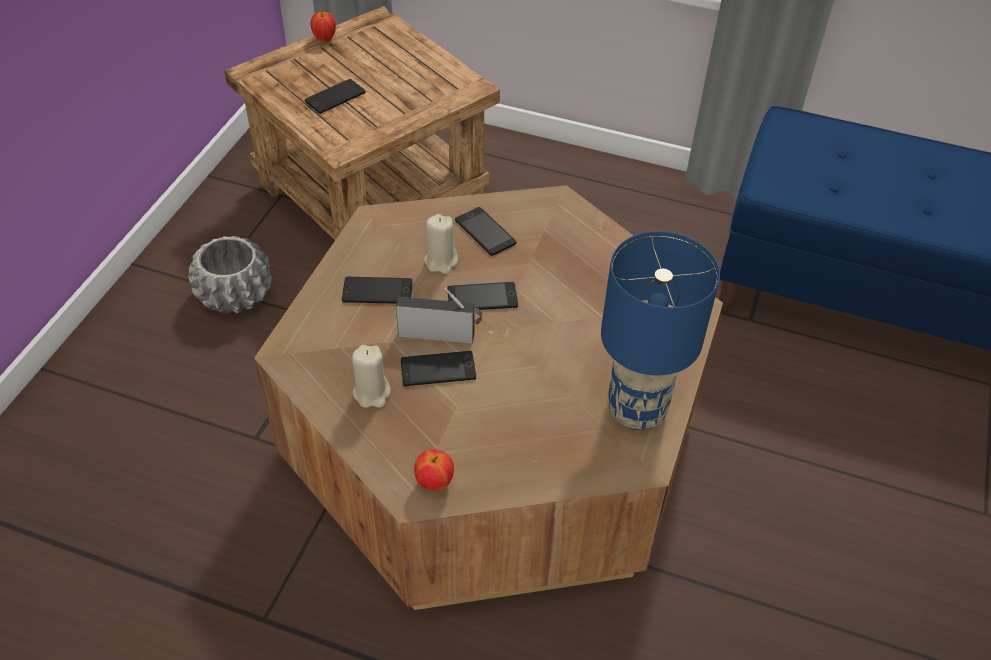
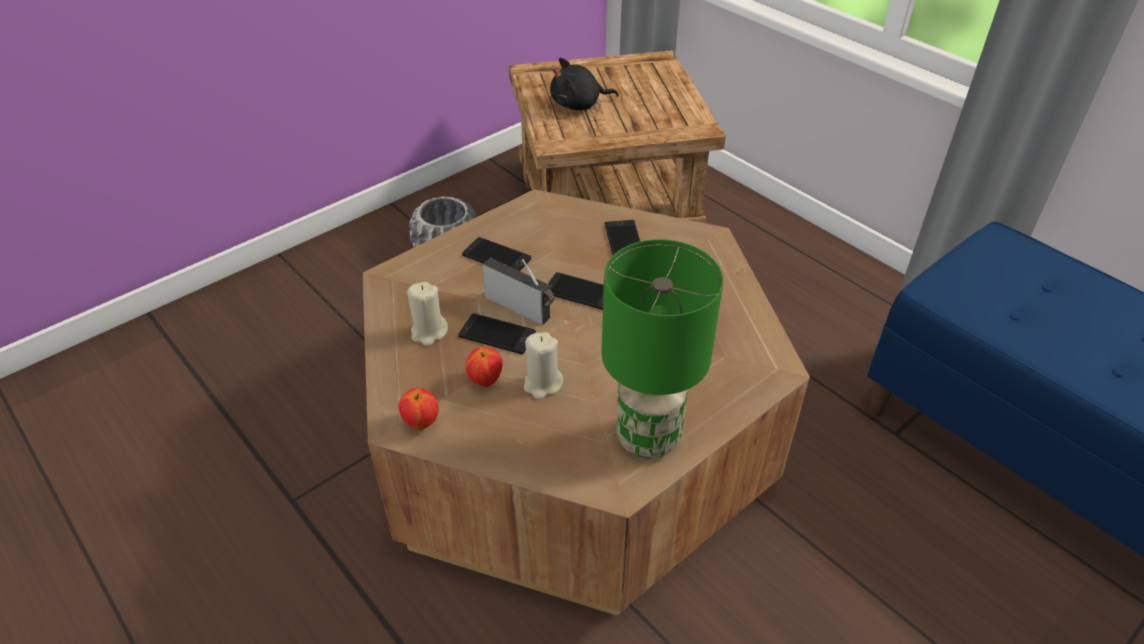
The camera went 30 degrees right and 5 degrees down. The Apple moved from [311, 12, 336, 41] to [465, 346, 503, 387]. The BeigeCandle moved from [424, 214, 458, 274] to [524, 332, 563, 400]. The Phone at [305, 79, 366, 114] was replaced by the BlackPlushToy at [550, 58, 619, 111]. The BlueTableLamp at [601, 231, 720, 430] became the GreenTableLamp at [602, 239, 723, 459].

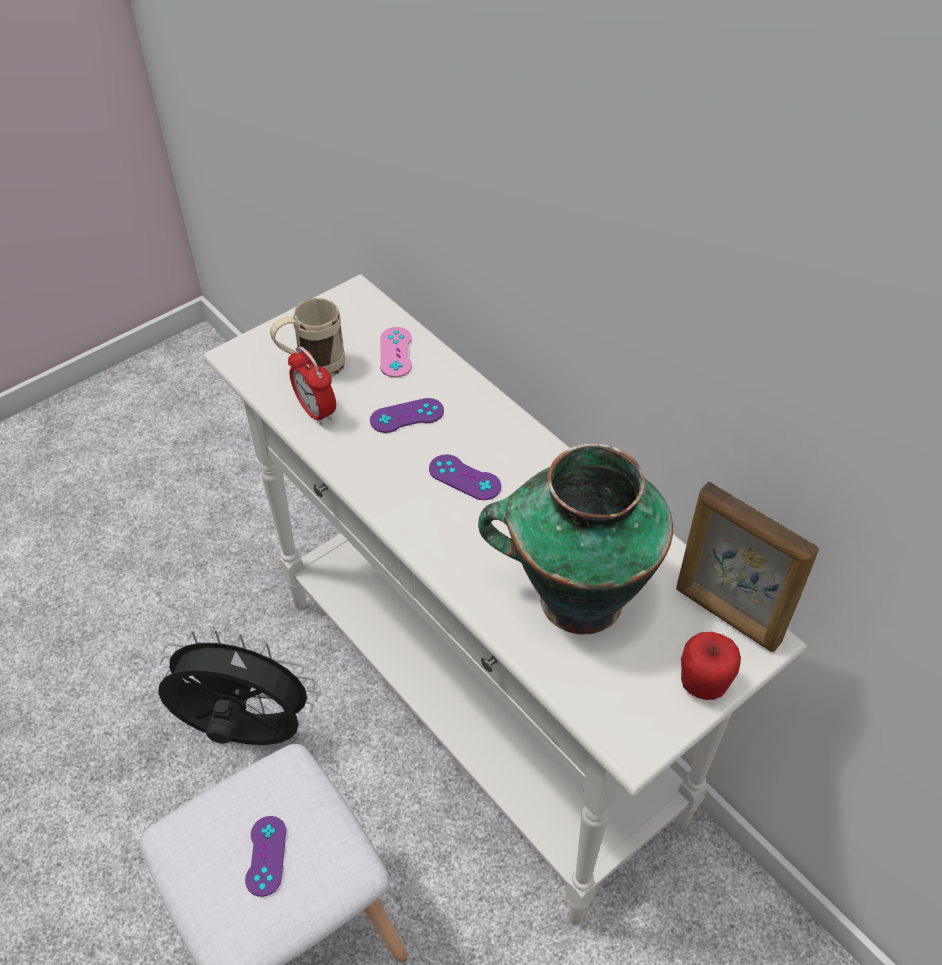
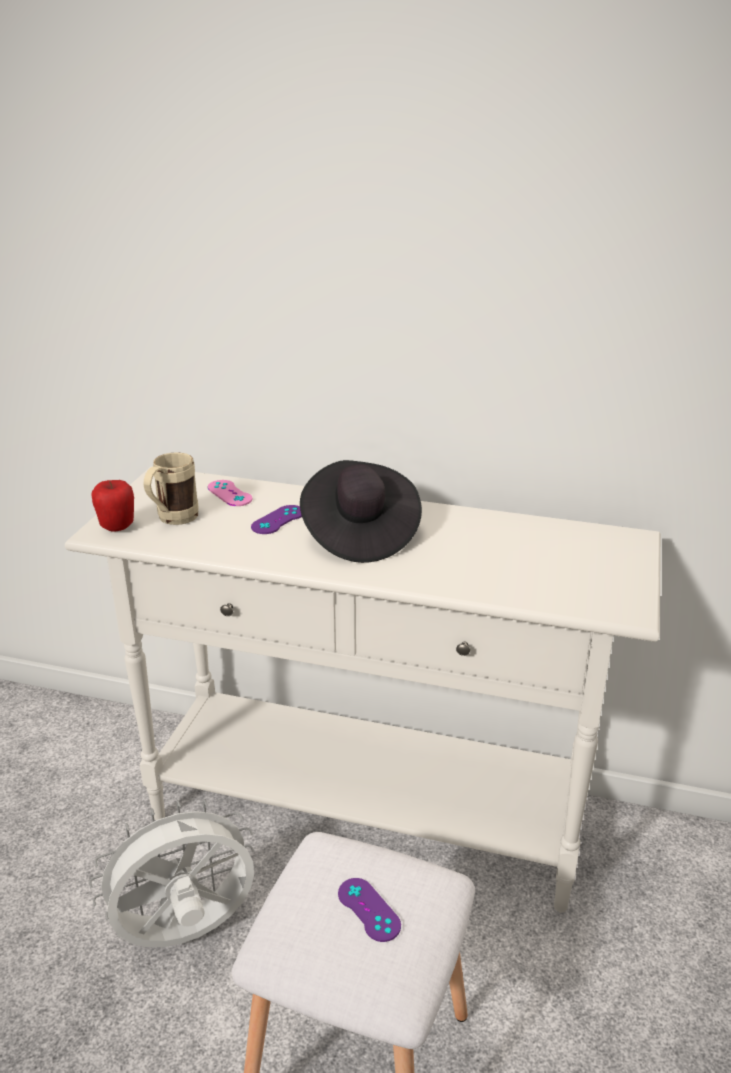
The camera went 35 degrees left and 20 degrees down. The AlarmClock at [288, 346, 336, 425] disappeared. The Vase at [478, 444, 673, 634] disappeared. The PictureFrame at [676, 482, 819, 652] disappeared. The Apple moved from [681, 632, 741, 700] to [92, 480, 134, 532]. The PurpleGameController at [429, 454, 501, 500] was replaced by the BlackHat at [300, 460, 422, 563]. The BlackFan at [158, 630, 318, 745] became the WhiteFan at [89, 799, 254, 947].

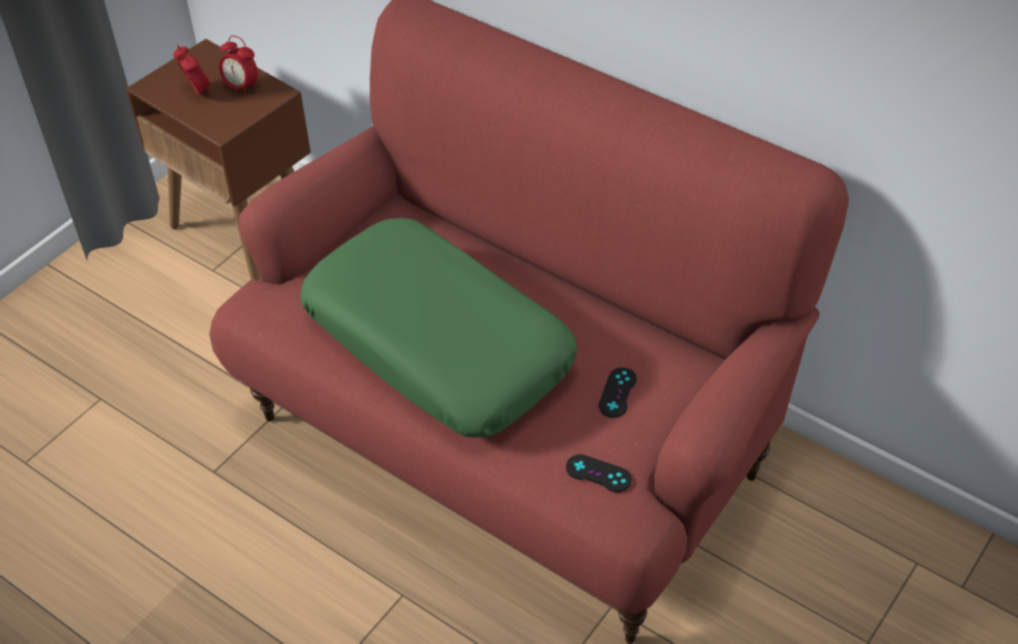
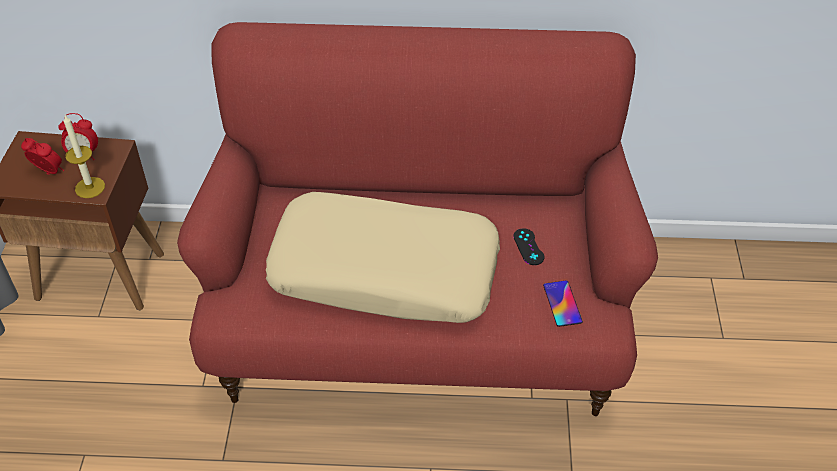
The camera went 35 degrees left and 0 degrees up. The Candle at [64, 115, 105, 198] appeared. The BlackGameController at [566, 454, 632, 492] was replaced by the Phone at [543, 280, 583, 327]. The GreenPillow at [300, 218, 577, 438] became the BeigePillow at [266, 192, 500, 323].

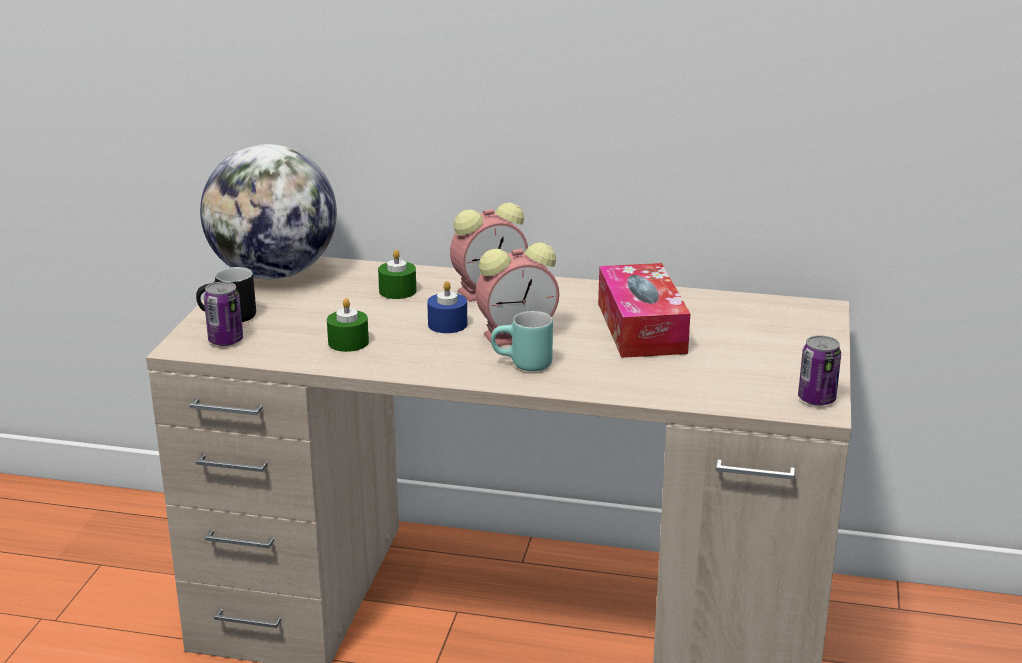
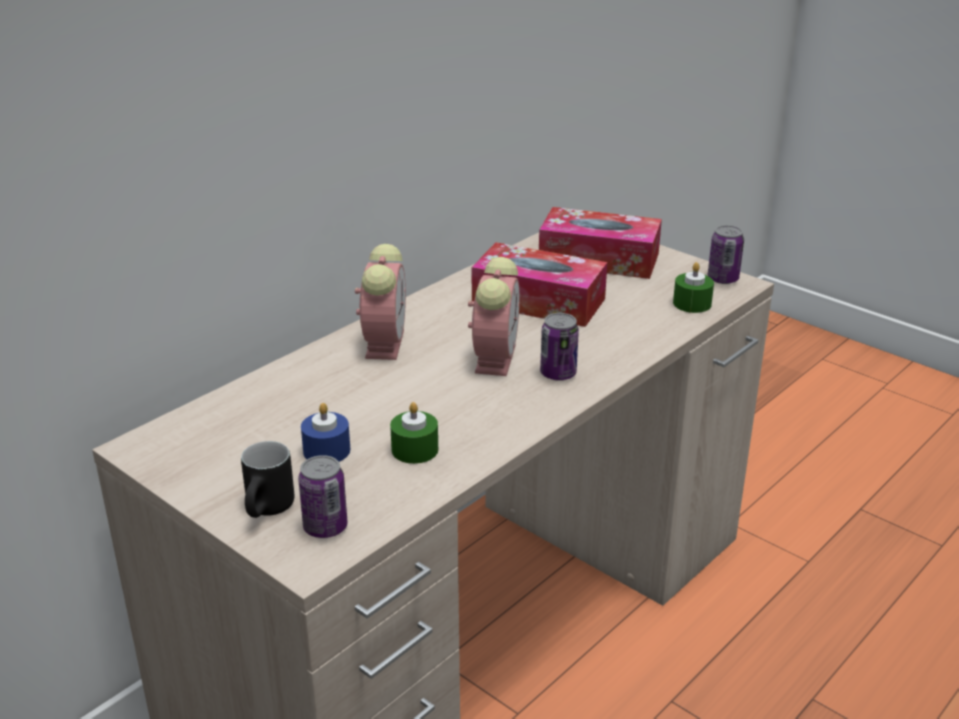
The camera went 60 degrees left and 5 degrees up. The Globe at [200, 144, 337, 279] disappeared. The TissueBox at [539, 207, 662, 279] appeared. The GreenCandle moved from [378, 249, 416, 299] to [673, 262, 714, 313]. The BlueCandle moved from [427, 281, 467, 333] to [301, 403, 350, 462]. The TurquoiseMug at [491, 311, 553, 371] was replaced by the Can at [540, 313, 579, 381].

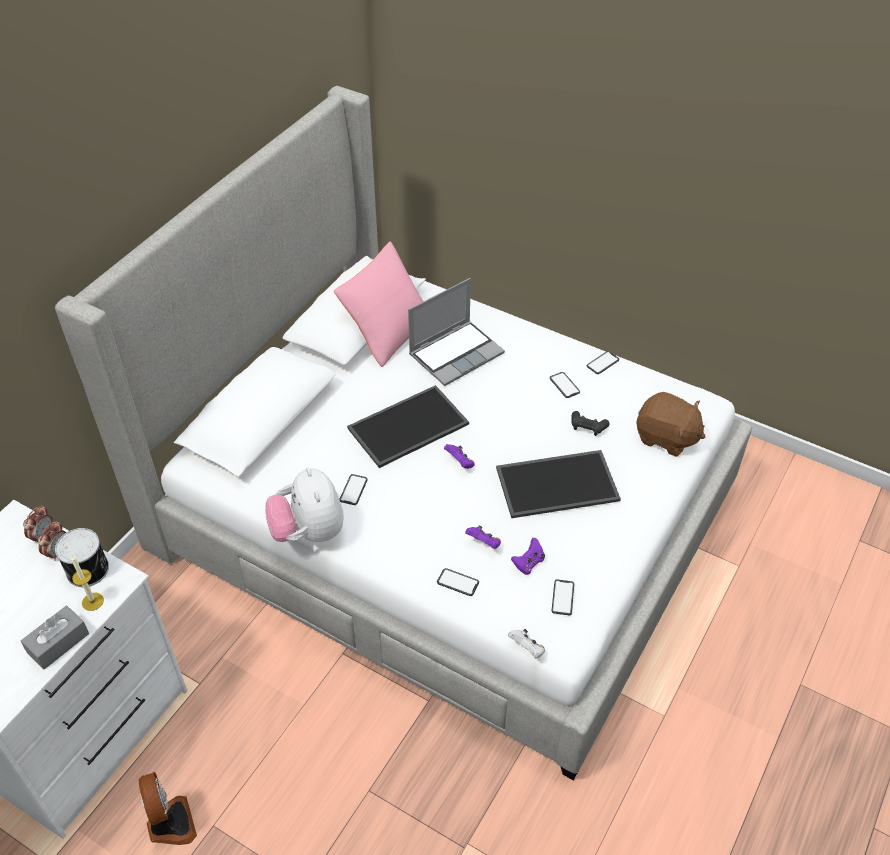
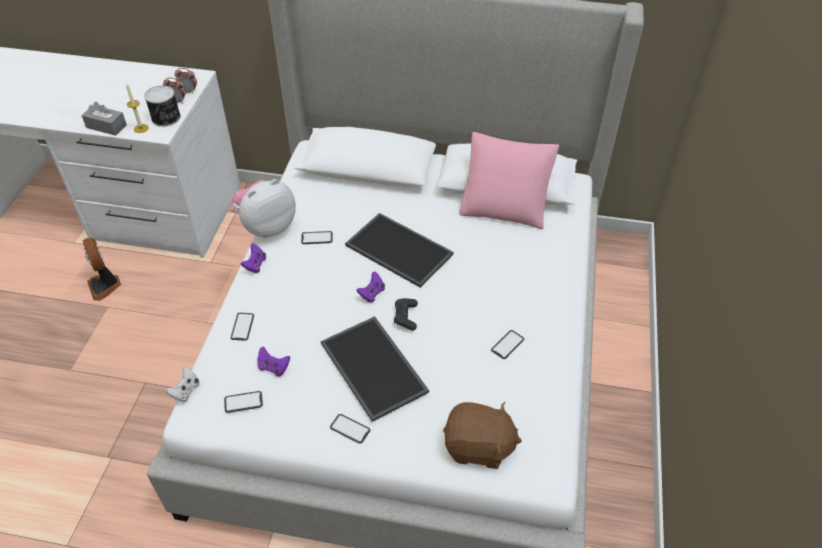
The camera went 70 degrees right and 0 degrees up. The Laptop at [408, 278, 505, 386] disappeared. The PurpleGameController moved from [465, 525, 501, 549] to [241, 244, 266, 273]. The BlackGameController moved from [571, 411, 609, 436] to [394, 298, 418, 331]. The Phone moved from [587, 351, 619, 374] to [330, 414, 370, 444]. The Fan at [139, 772, 197, 845] turned 105 degrees clockwise. The BrownPlushToy at [636, 392, 705, 457] turned 90 degrees counterclockwise.

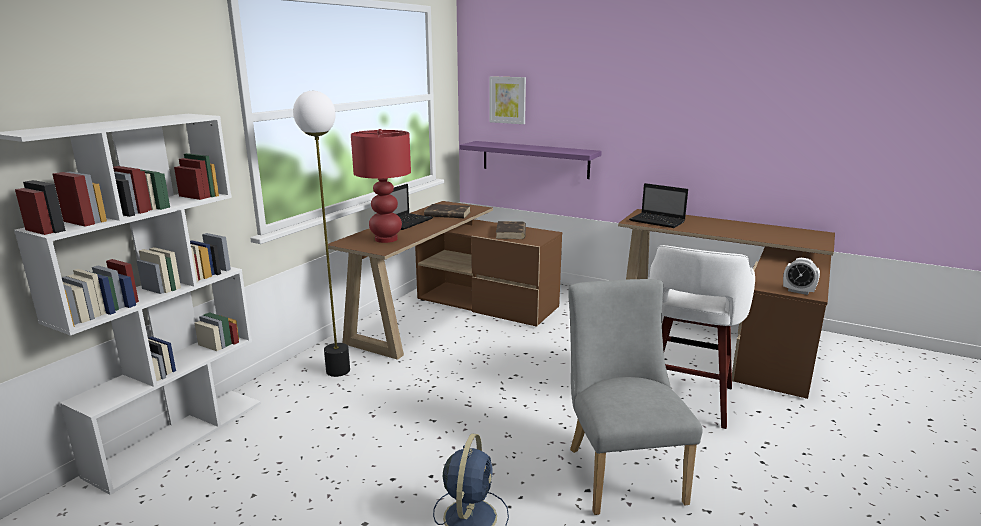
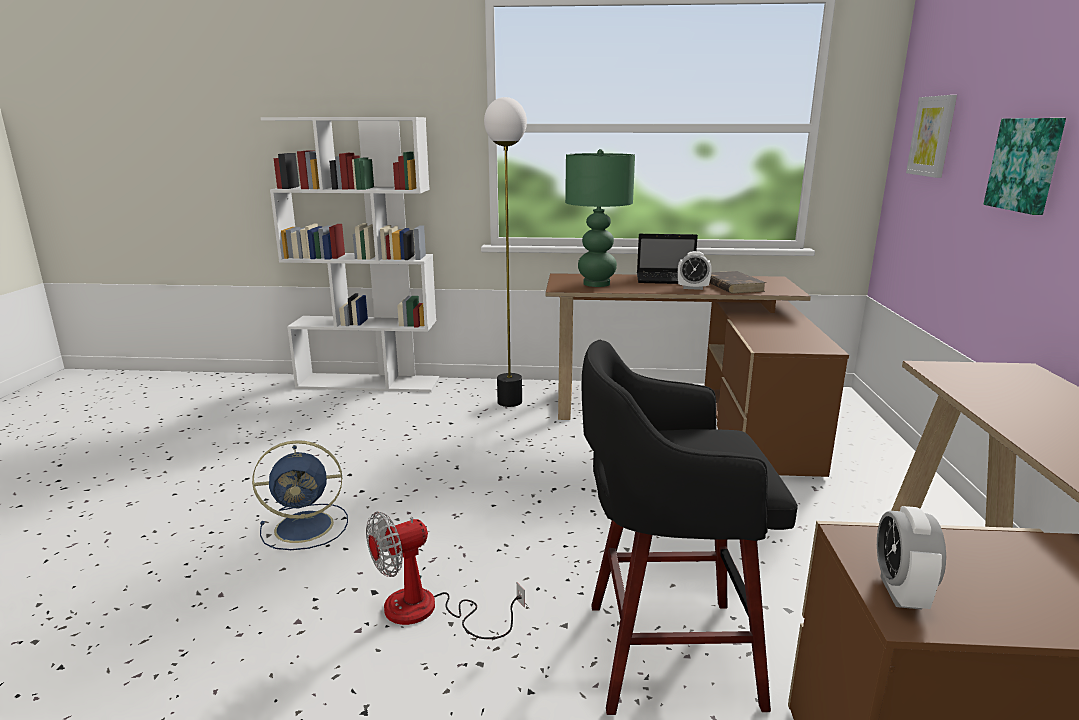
The camera went 65 degrees right and 0 degrees up. The PurpleShelf at [460, 141, 602, 179] disappeared. The BrownBook at [496, 221, 526, 239] disappeared. The Laptop at [629, 183, 688, 228] disappeared. The AlarmClock at [678, 251, 712, 290] appeared. The Picture at [983, 118, 1066, 215] appeared. The GreyChair at [568, 279, 703, 515] was replaced by the Fan at [366, 512, 525, 639]. The RedTableLamp at [351, 129, 411, 243] became the GreenTableLamp at [565, 149, 635, 287]. The WhiteStool at [650, 245, 755, 429] became the BlackStool at [581, 339, 798, 715].

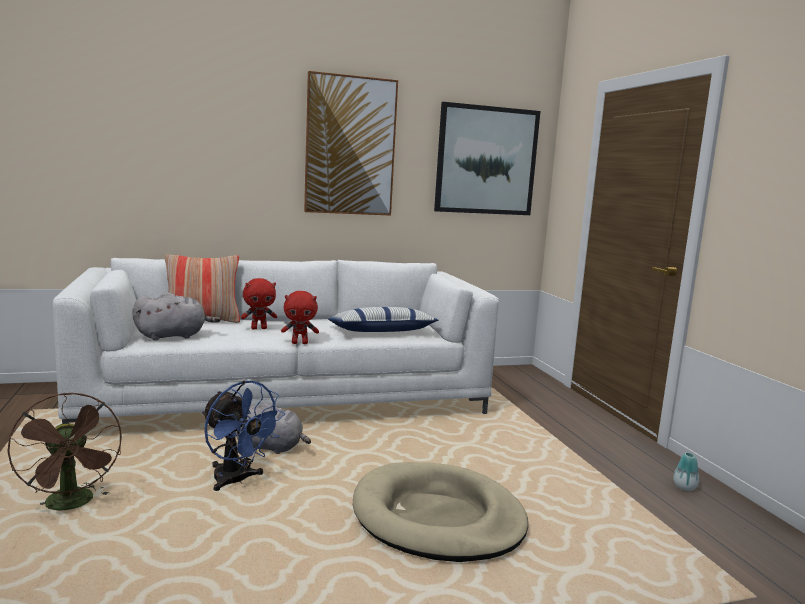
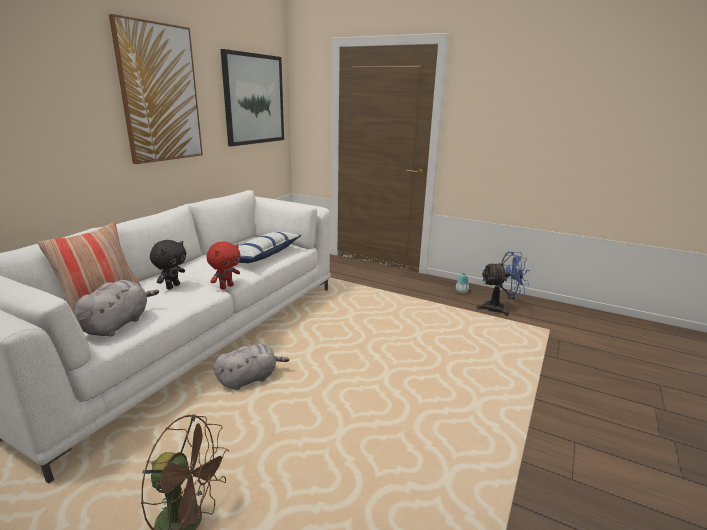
The camera went 45 degrees left and 10 degrees up. The BeigeDogBed at [353, 462, 528, 562] disappeared. The BlueFan moved from [202, 380, 285, 491] to [477, 252, 530, 316]. The RedPlushToy at [241, 278, 277, 330] became the BlackPlushToy at [150, 240, 186, 289].

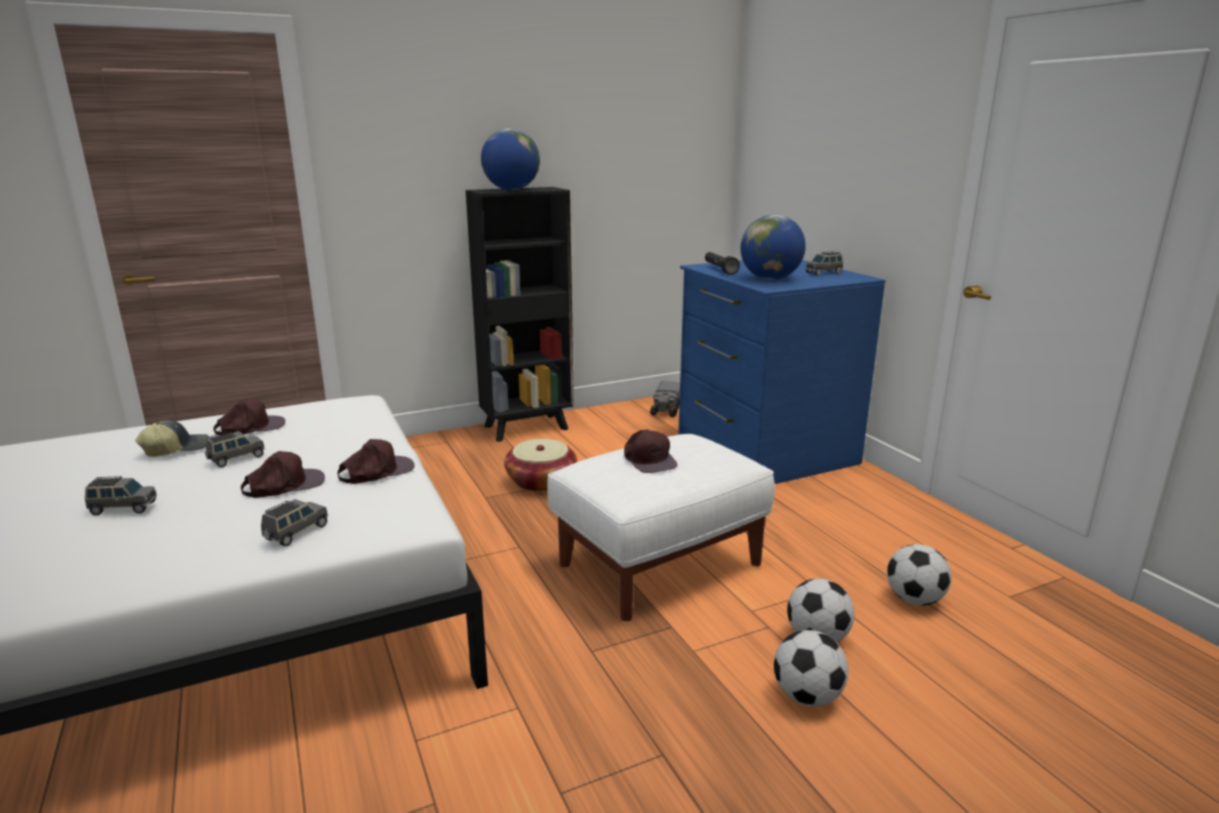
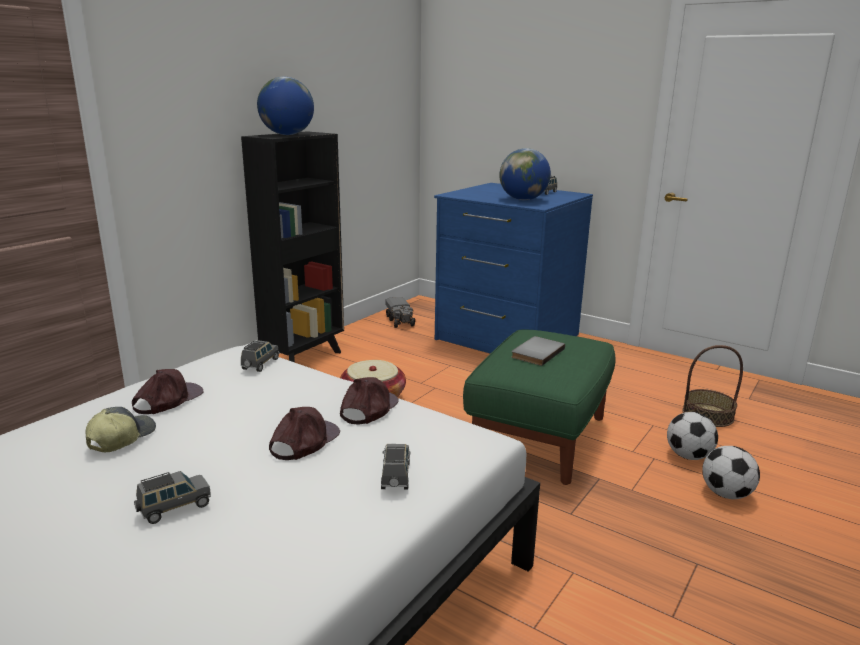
The camera went 30 degrees left and 0 degrees up. The BlackFlashlight at [705, 252, 740, 275] disappeared. The GreyToyCar moved from [205, 431, 265, 467] to [241, 340, 279, 372]. The BrownCap at [624, 429, 677, 473] was replaced by the GreyBook at [511, 336, 565, 366]. The Football at [887, 544, 952, 606] was replaced by the Basket at [682, 345, 743, 427]. The WhiteOttoman at [547, 434, 775, 621] became the GreenOttoman at [463, 330, 615, 485].

